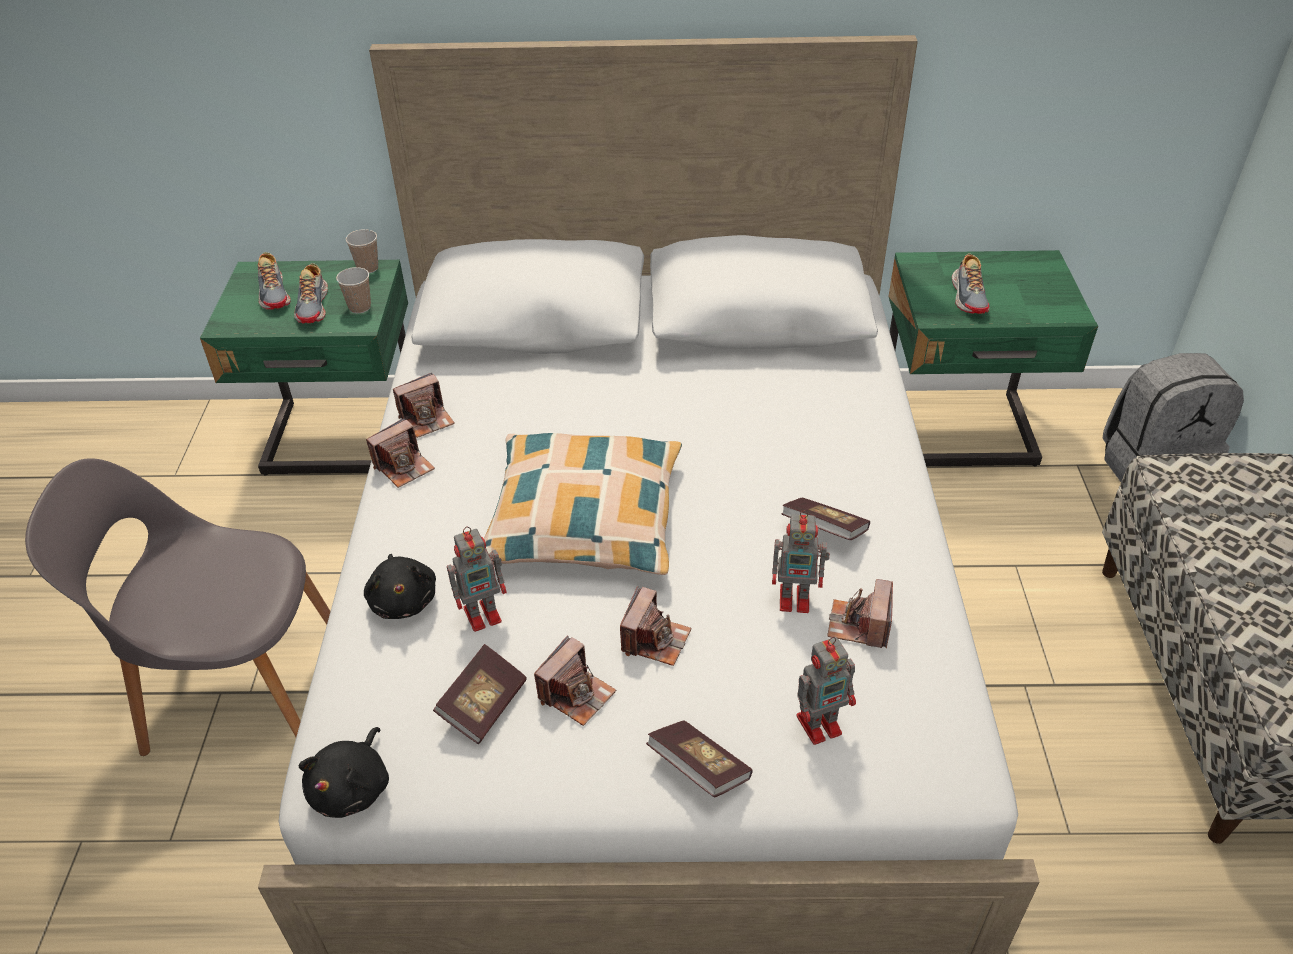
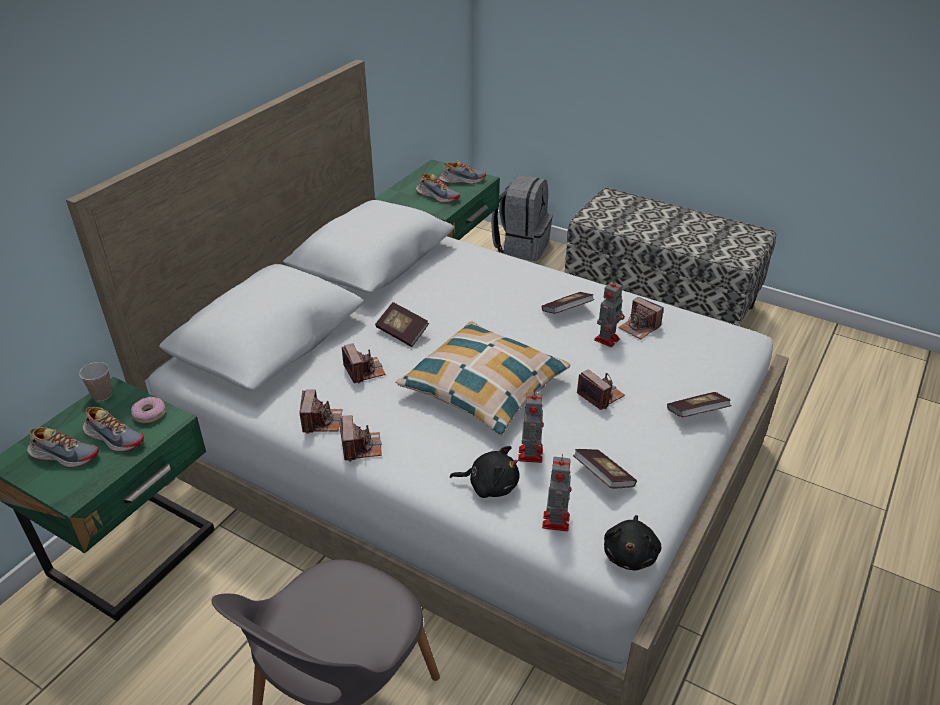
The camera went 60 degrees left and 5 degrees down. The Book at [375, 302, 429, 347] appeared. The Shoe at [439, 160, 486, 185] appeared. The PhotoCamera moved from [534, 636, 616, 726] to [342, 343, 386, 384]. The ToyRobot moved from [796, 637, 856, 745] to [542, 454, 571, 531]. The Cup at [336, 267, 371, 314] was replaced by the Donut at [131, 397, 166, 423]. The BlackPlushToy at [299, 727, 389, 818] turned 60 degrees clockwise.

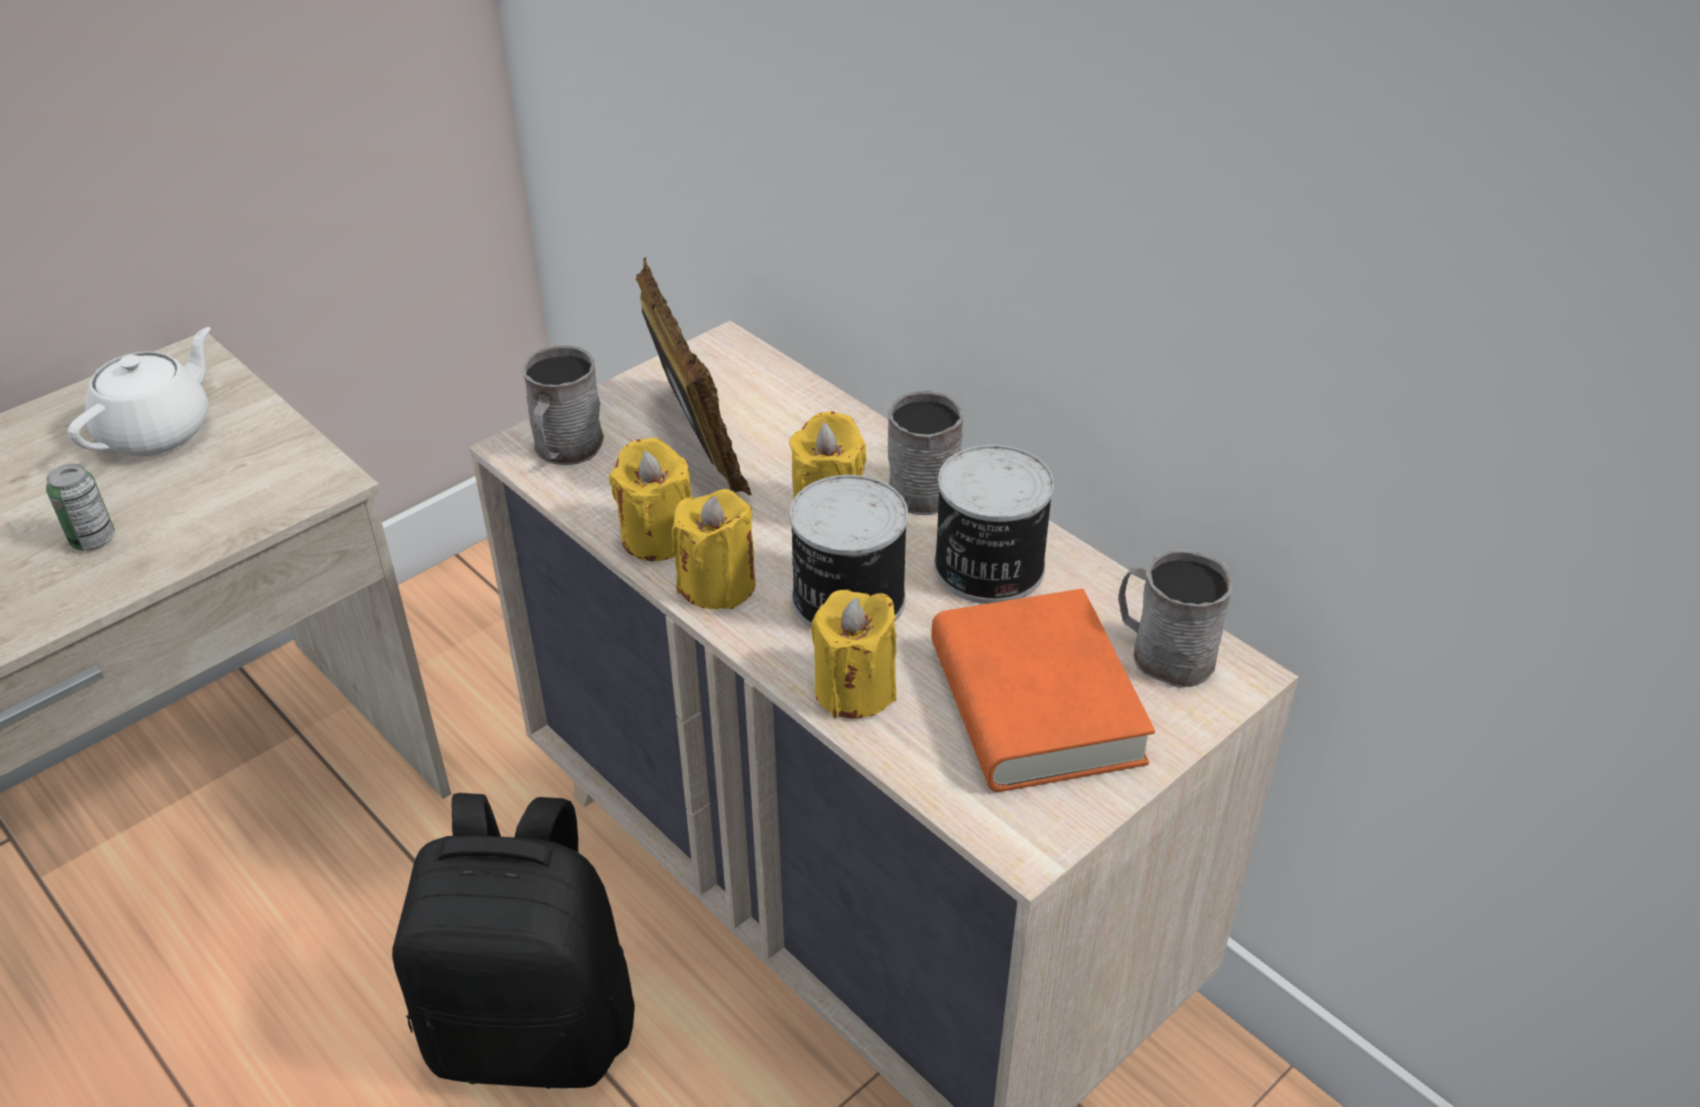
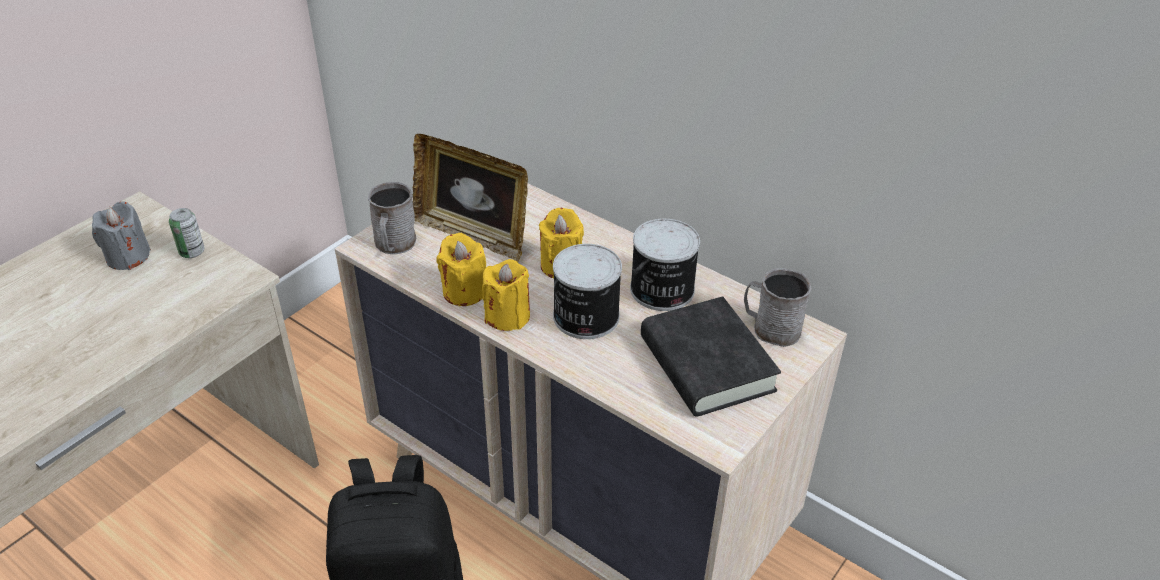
The camera went 10 degrees left and 0 degrees up. The YellowCandle at [811, 589, 896, 718] disappeared. The GreyMug at [888, 390, 963, 515] disappeared. The Can moved from [46, 464, 115, 551] to [169, 208, 205, 258]. The WhiteTeapot at [68, 327, 211, 457] was replaced by the GreyCandle at [92, 202, 151, 270]. The OrangeBook at [931, 589, 1155, 792] became the BlackBook at [641, 296, 781, 417]. The PictureFrame at [636, 257, 752, 496] turned 150 degrees clockwise.

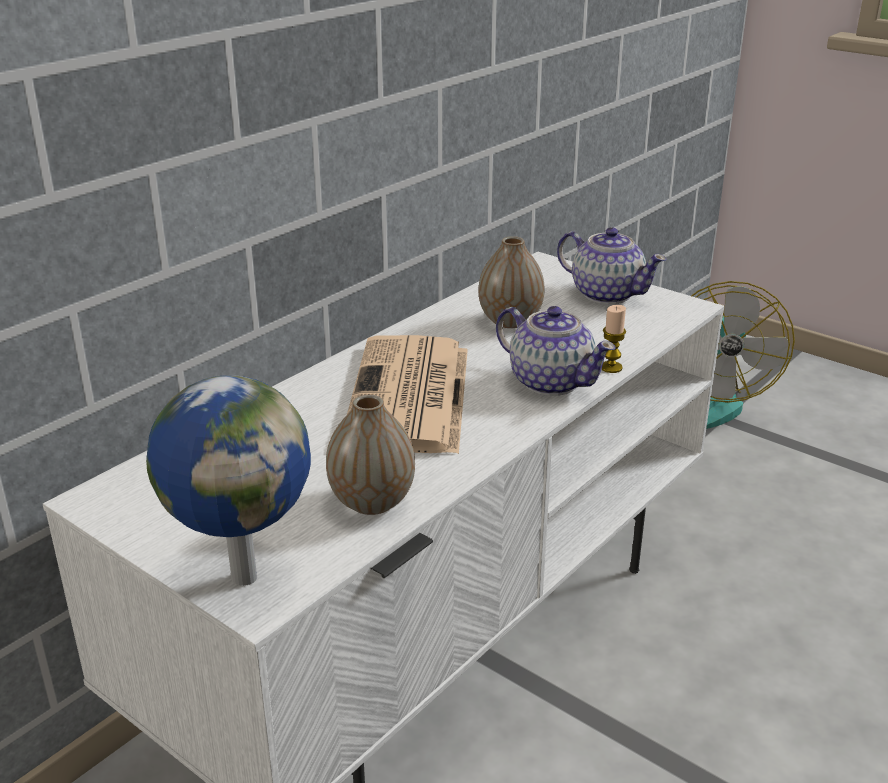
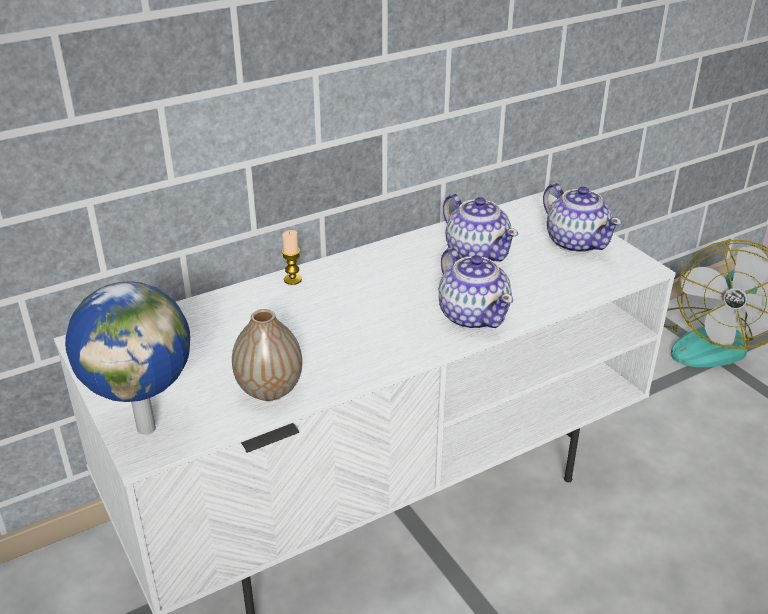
The camera went 20 degrees right and 5 degrees up. The Newspaper at [347, 335, 468, 454] disappeared. The Candle moved from [602, 305, 626, 373] to [282, 230, 302, 285]. The Vase at [479, 236, 544, 328] was replaced by the Teapot at [443, 194, 518, 262].

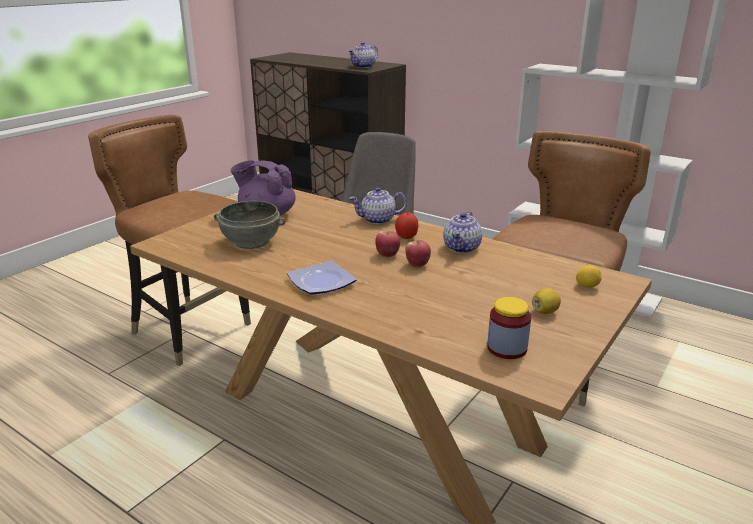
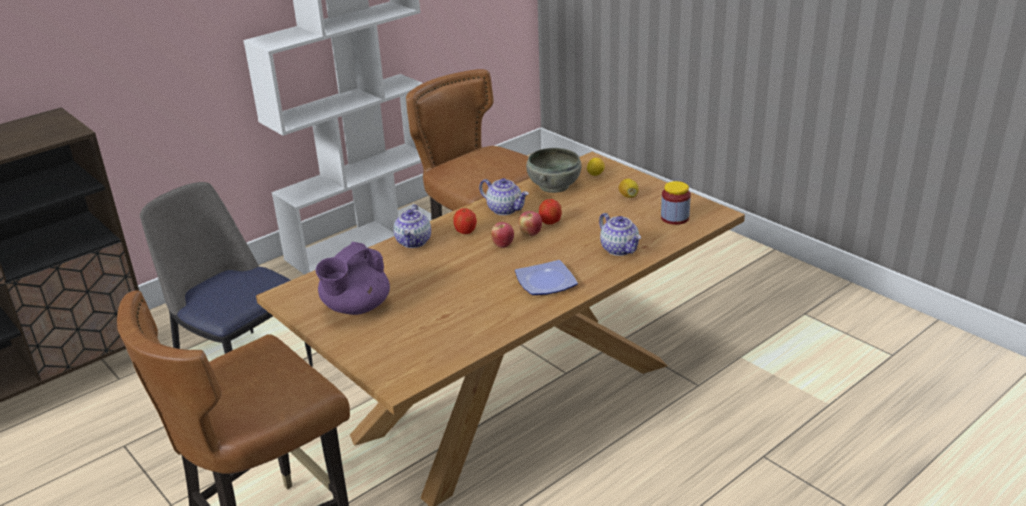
The camera went 75 degrees left and 5 degrees up. The Apple at [539, 199, 562, 225] appeared. The GreyBowl moved from [214, 201, 285, 249] to [526, 148, 581, 193]. The Teapot moved from [348, 42, 378, 68] to [599, 213, 641, 256].

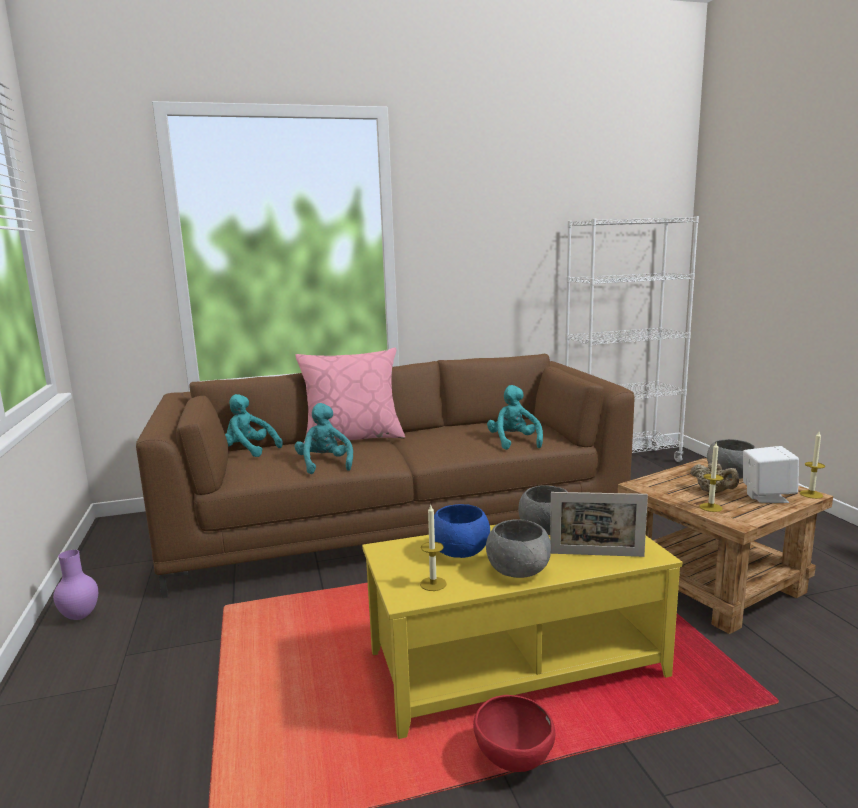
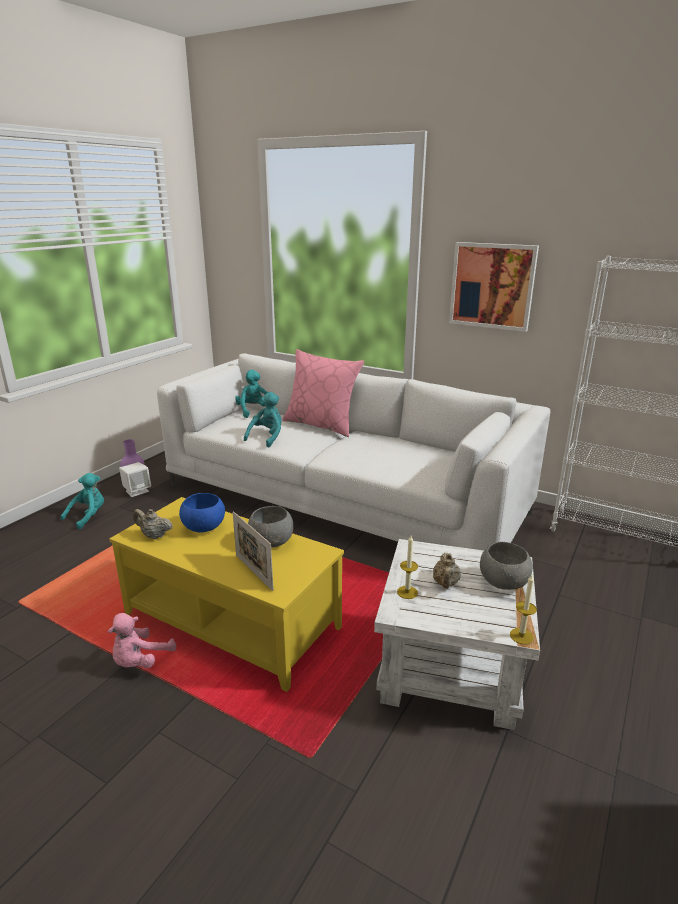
The camera went 45 degrees right and 10 degrees up. The GreyBowl at [486, 519, 551, 578] disappeared. The Picture at [449, 242, 539, 332] appeared. The TurquoisePlushToy moved from [487, 385, 543, 450] to [61, 473, 104, 529]. The WhiteSpeaker moved from [743, 446, 799, 503] to [119, 462, 151, 497]. The Candle at [420, 505, 447, 591] was replaced by the BeigeTeapot at [133, 509, 173, 539]. The RedBowl at [473, 695, 555, 772] was replaced by the PinkPlushToy at [108, 613, 176, 668]. The BrownSofa at [136, 354, 634, 598] became the WhiteSofa at [157, 353, 551, 550]. The BrownSideTable at [618, 458, 833, 634] became the WhiteSideTable at [374, 539, 540, 730].

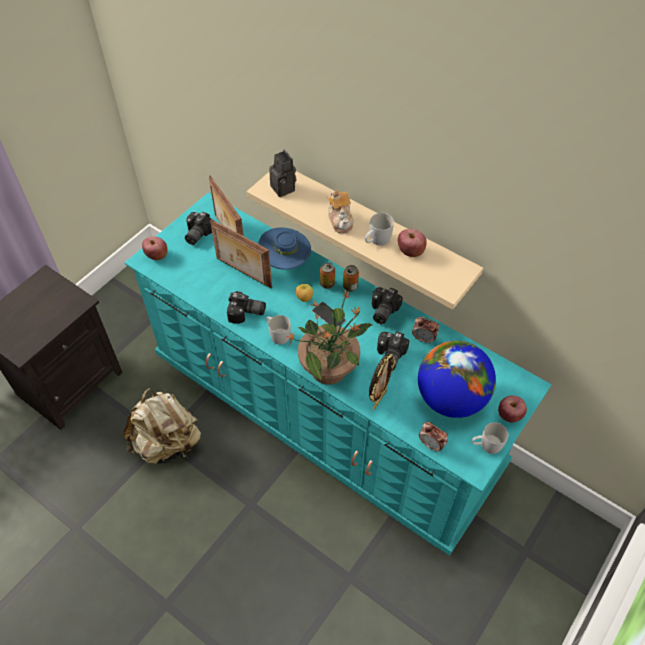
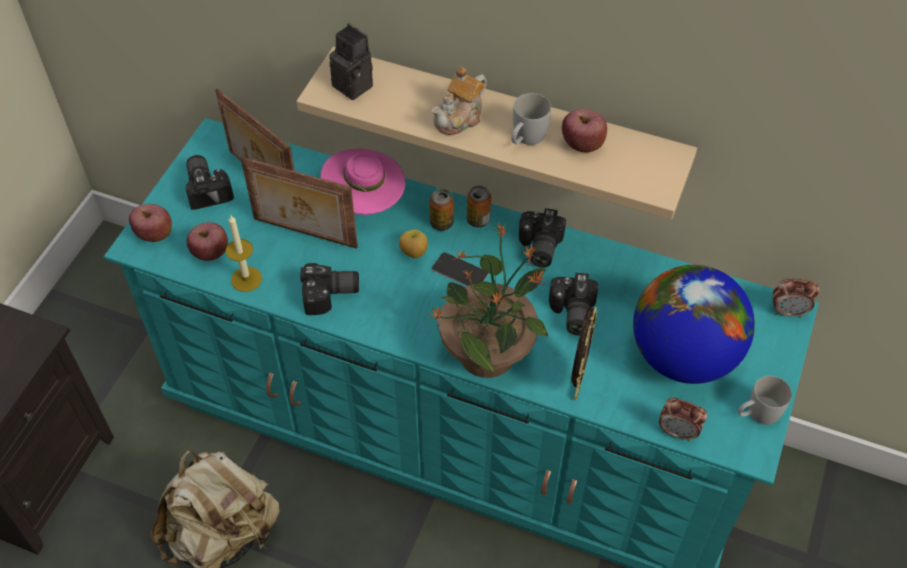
The camera went 15 degrees left and 0 degrees up. The WhiteMug at [266, 315, 291, 345] disappeared. The Candle at [226, 214, 262, 292] appeared. The AlarmClock moved from [412, 317, 439, 344] to [773, 278, 819, 318]. The Apple moved from [498, 396, 527, 422] to [187, 222, 228, 261]. The BlueHat at [258, 227, 311, 270] became the PinkHat at [321, 149, 406, 215]. The PhotoCamera at [185, 212, 213, 245] turned 150 degrees clockwise. The Teapot at [328, 190, 354, 233] turned 75 degrees clockwise.

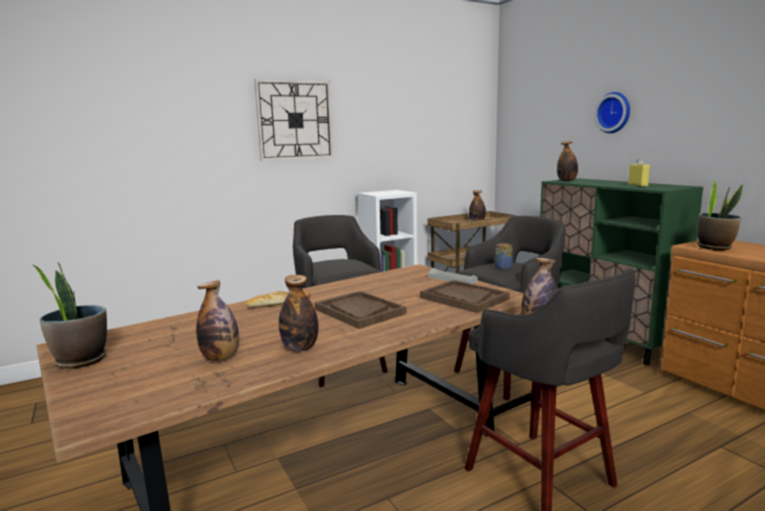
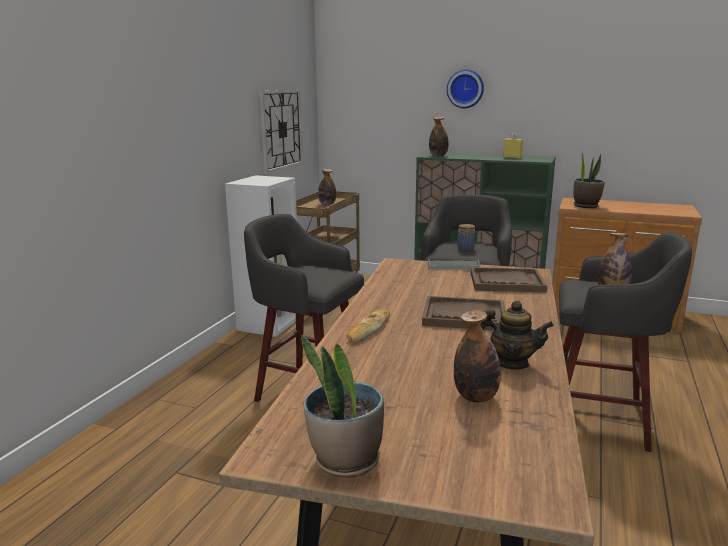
The camera went 40 degrees left and 5 degrees up. The WallClock moved from [254, 79, 333, 161] to [259, 90, 303, 173]. The Bottle at [279, 275, 318, 351] was replaced by the Teapot at [480, 301, 554, 370].

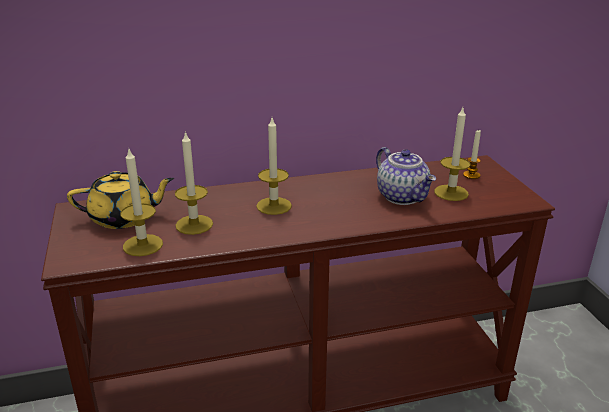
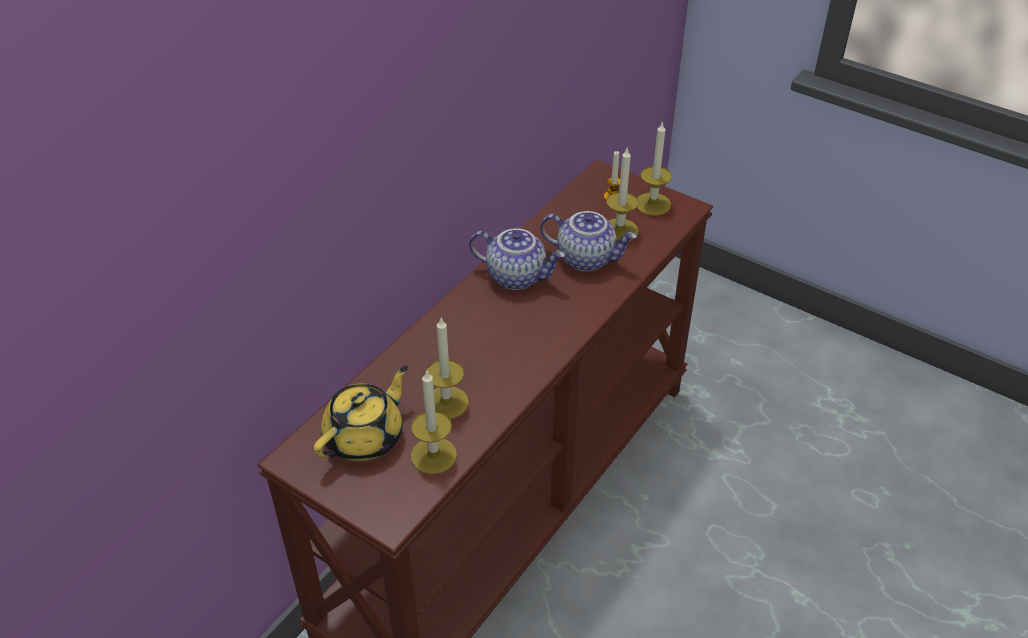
The camera went 40 degrees left and 15 degrees up. The Teapot at [469, 228, 565, 290] appeared. The Candle moved from [256, 118, 292, 215] to [637, 121, 672, 216].

